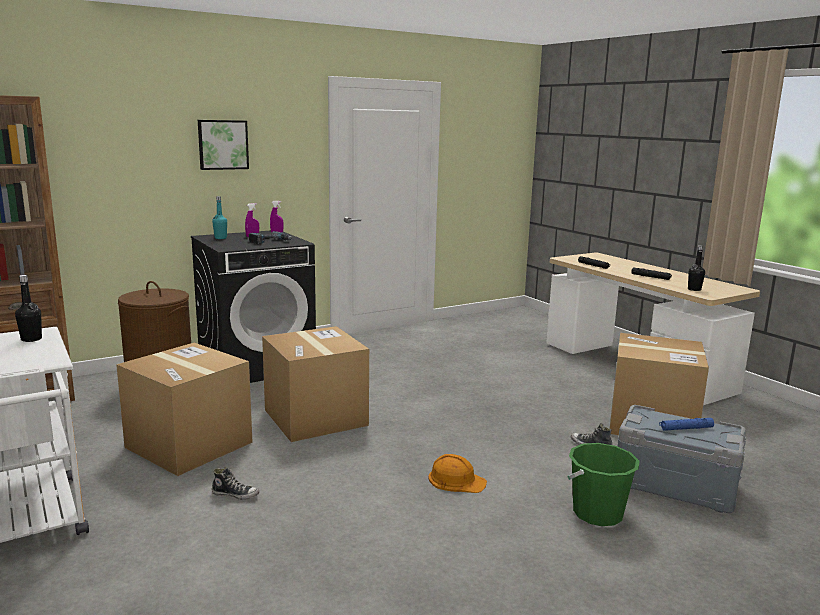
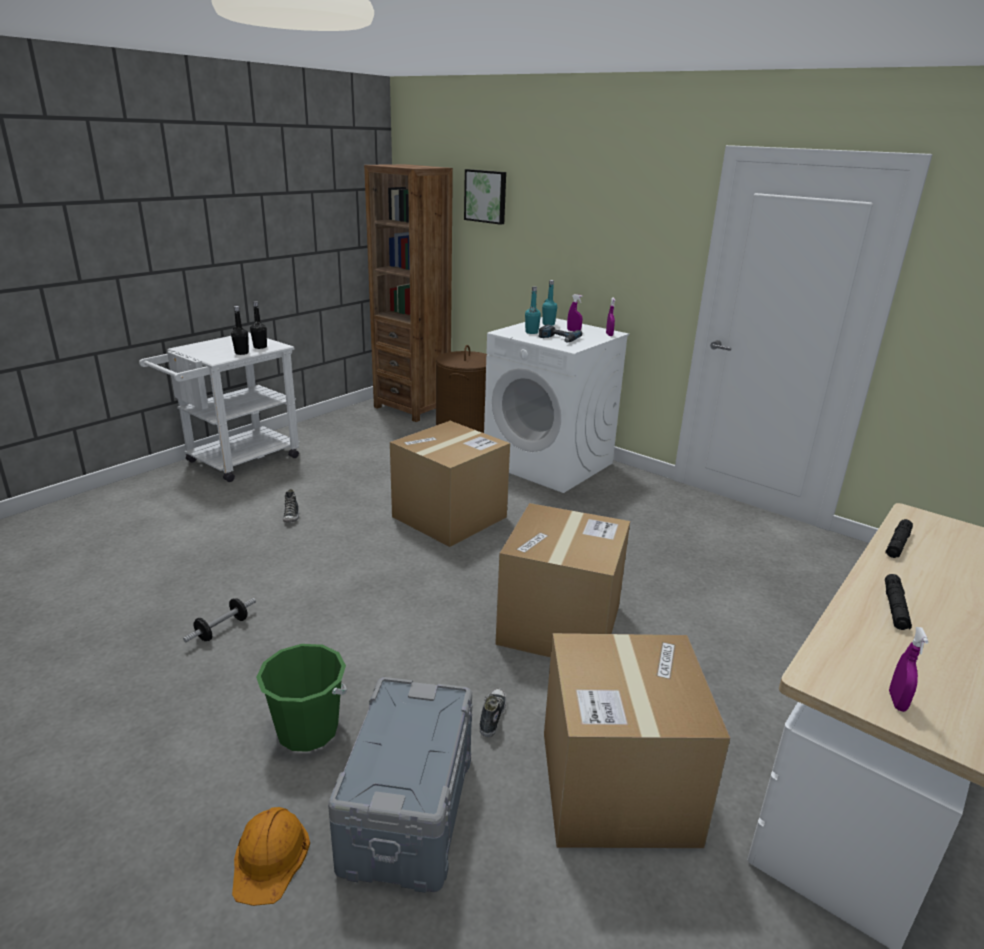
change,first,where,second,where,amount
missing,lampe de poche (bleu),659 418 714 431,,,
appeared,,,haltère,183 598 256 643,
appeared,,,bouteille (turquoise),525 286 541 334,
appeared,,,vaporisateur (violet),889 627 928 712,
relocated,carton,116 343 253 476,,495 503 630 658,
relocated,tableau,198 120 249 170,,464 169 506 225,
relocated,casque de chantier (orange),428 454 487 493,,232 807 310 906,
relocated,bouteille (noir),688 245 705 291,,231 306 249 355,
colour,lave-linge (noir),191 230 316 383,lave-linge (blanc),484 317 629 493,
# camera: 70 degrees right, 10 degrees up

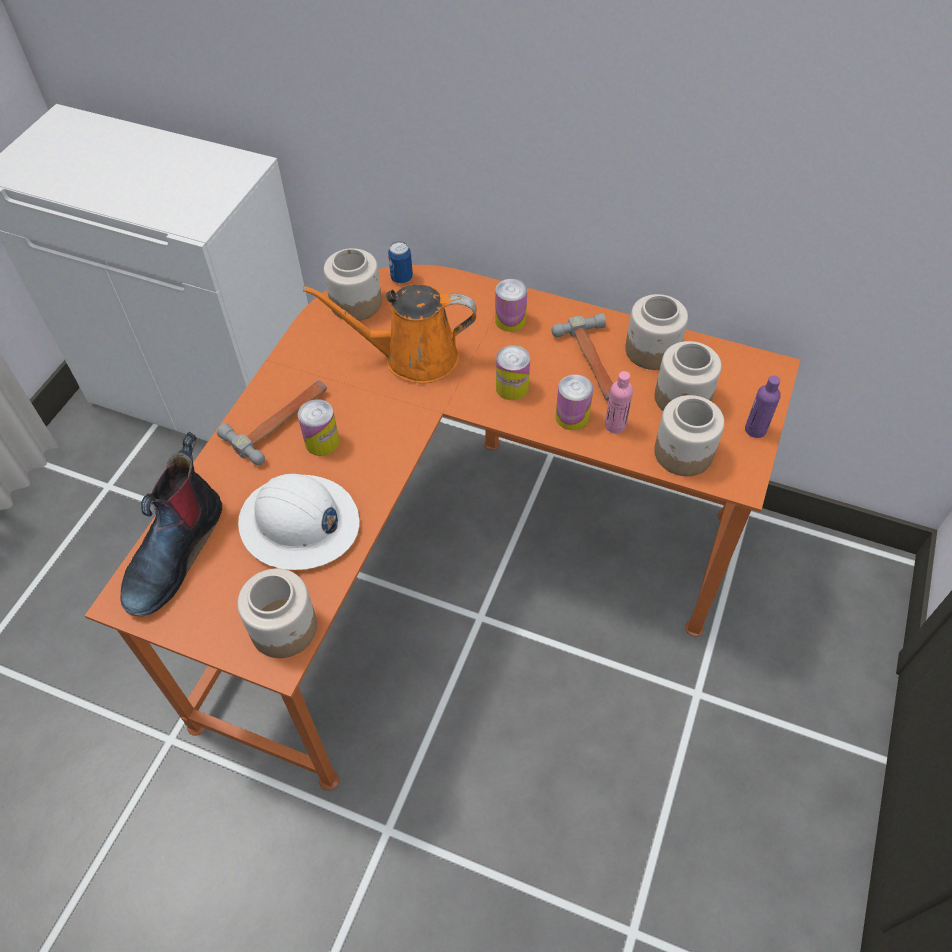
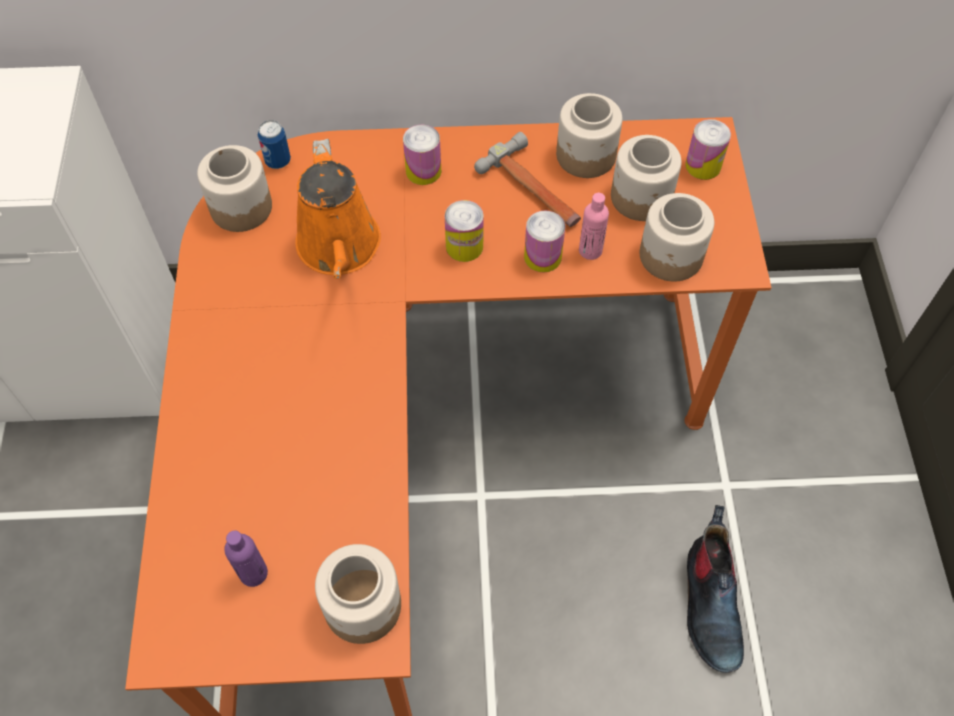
change,first,where,second,where,amount
missing,marteau,217 381 327 465,,,
missing,casque de chantier (blanc),238 474 360 570,,,
relocated,botte,120 432 222 616,,687 505 744 673,
relocated,boîte métallique,298 399 340 456,,685 119 731 180,
relocated,bouteille (violet),745 376 781 438,,225 530 268 587,
spun,arrosoir (orange),303 284 477 384,,295 139 381 279,75 degrees counterclockwise
# camera: 25 degrees left, 5 degrees up

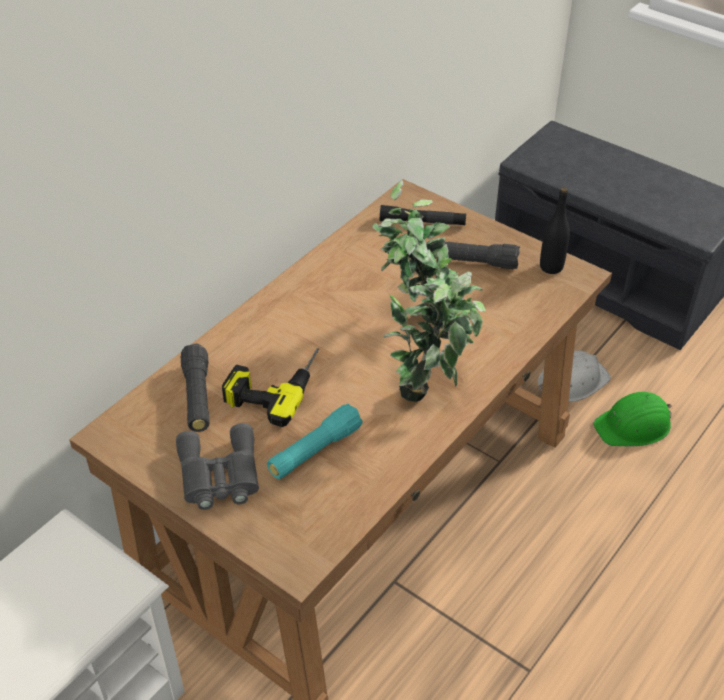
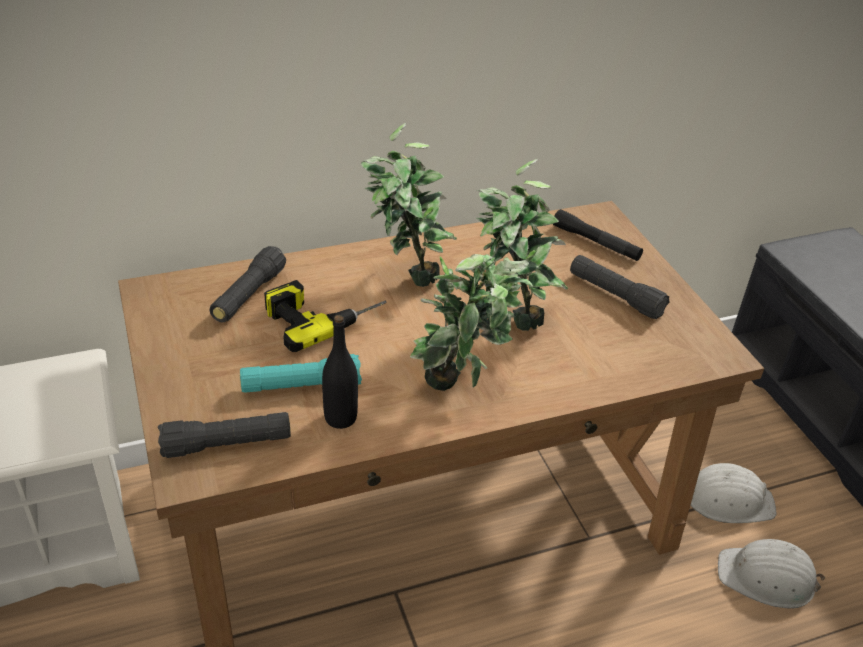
change,first,where,second,where,amount
missing,jumelles (gris),176 423 259 510,,,
appeared,,,lampe de poche (noir),158 412 291 458,
appeared,,,plante en pot,361 122 457 287,
relocated,bouteille (noir),540 187 570 274,,322 315 358 429,
colour,casque de chantier (vert),593 392 672 447,casque de chantier (blanc),718 539 825 608,
# camera: 30 degrees right, 5 degrees down

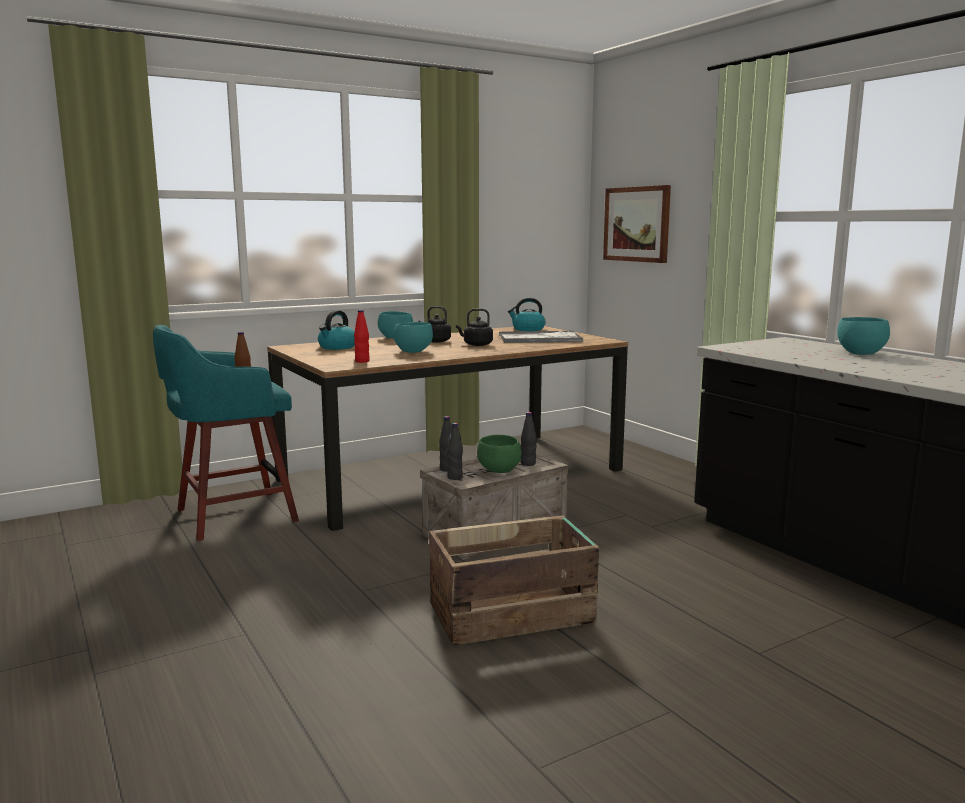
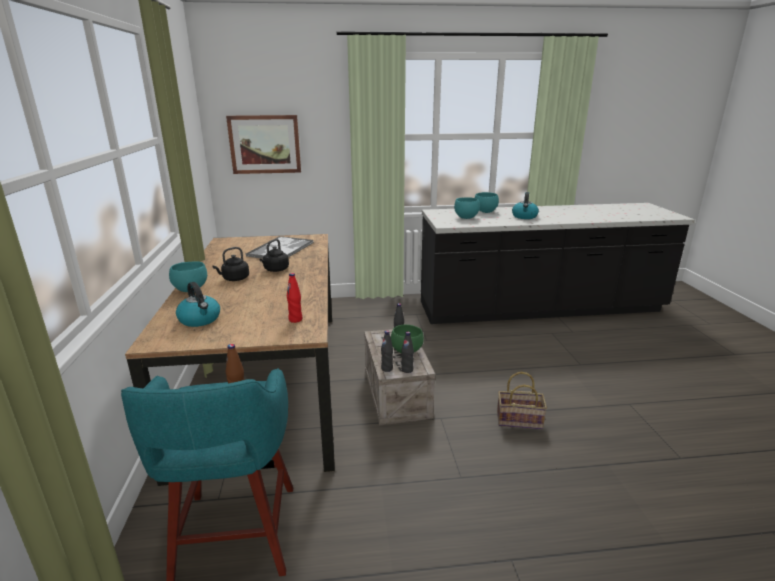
change,first,where,second,where,amount
relocated,bol (turquoise),393 322 433 353,,454 197 480 219,
relocated,bouilloire,508 298 546 331,,512 192 539 219,
exchanged,caisse,429 515 599 646,panier,497 372 547 429,
# camera: 65 degrees left, 10 degrees up

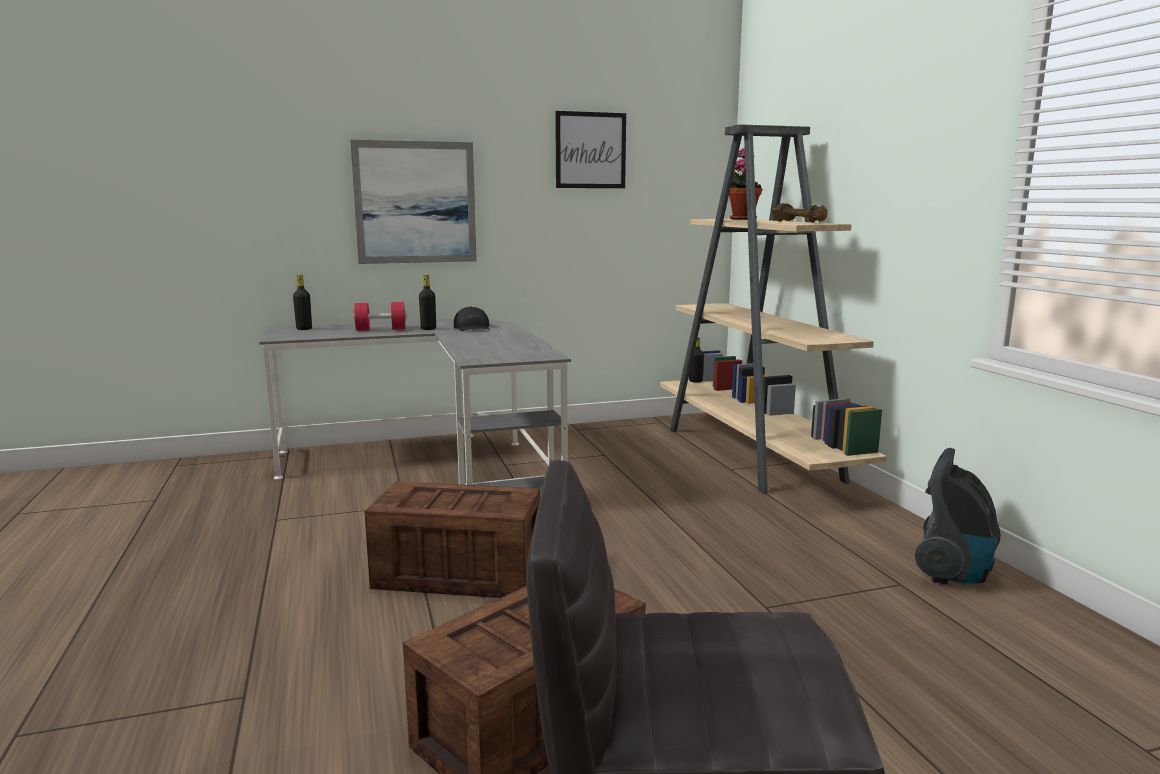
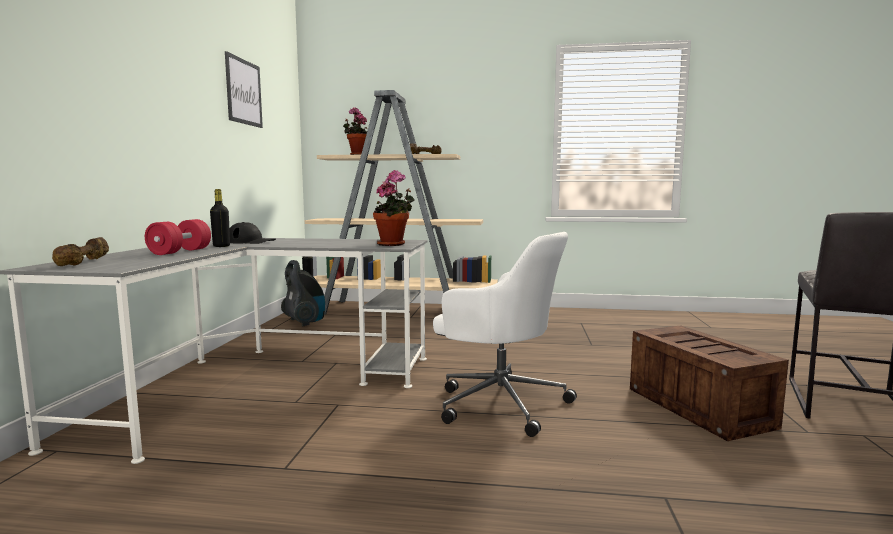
change,first,where,second,where,amount
missing,tableau,350 140 477 264,,,
appeared,,,plante en pot,373 170 415 246,
relocated,aspirateur,915 448 1001 584,,281 260 325 326,
exchanged,bouteille (noir),293 274 312 330,haltère (marron),52 237 109 266,
exchanged,caisse,364 481 540 598,chaise de bureau (blanc),433 232 577 437,
# camera: 65 degrees left, 5 degrees down

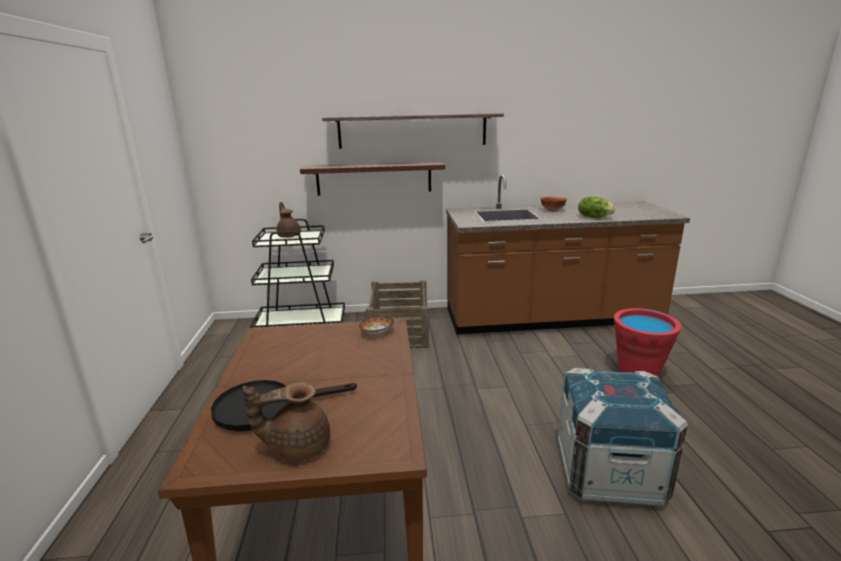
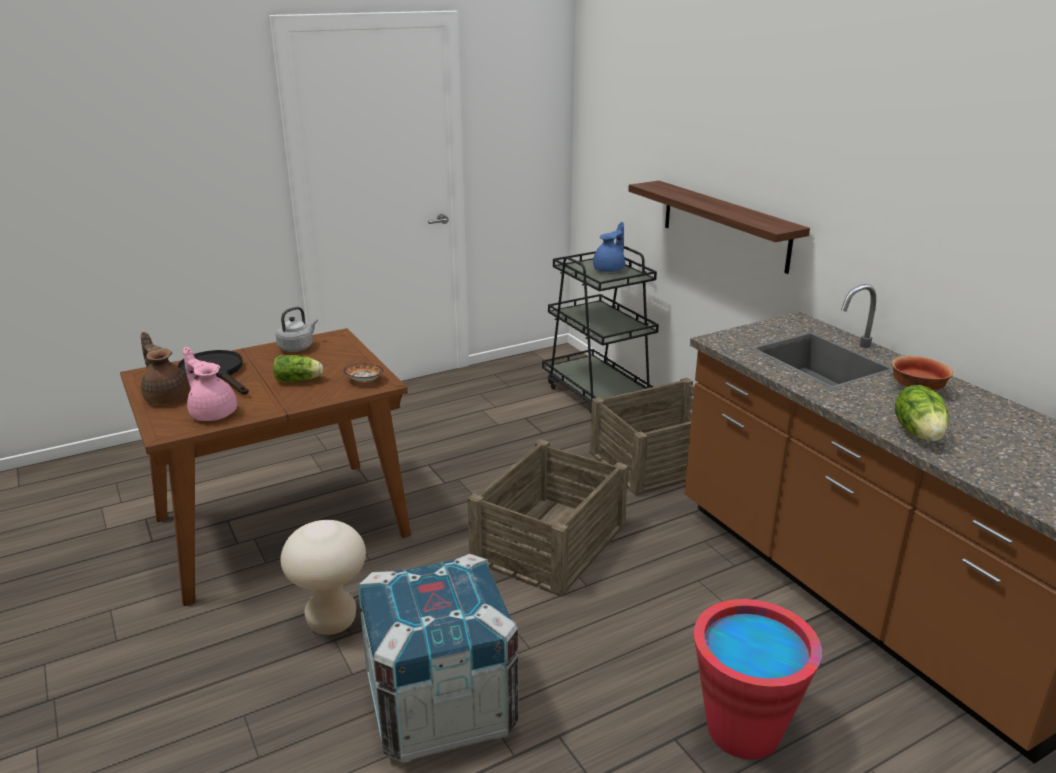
change,first,where,second,where,amount
missing,étagère,322 113 504 149,,,
appeared,,,théière (rose),183 347 237 421,
appeared,,,laitue,273 355 323 382,
appeared,,,bouilloire (gris),276 307 318 352,
appeared,,,tabouret (beige),280 520 366 635,
appeared,,,caisse,467 439 628 597,
colour,théière (marron),277 202 301 238,théière (bleu),593 222 625 272,
# camera: 65 degrees right, 5 degrees up

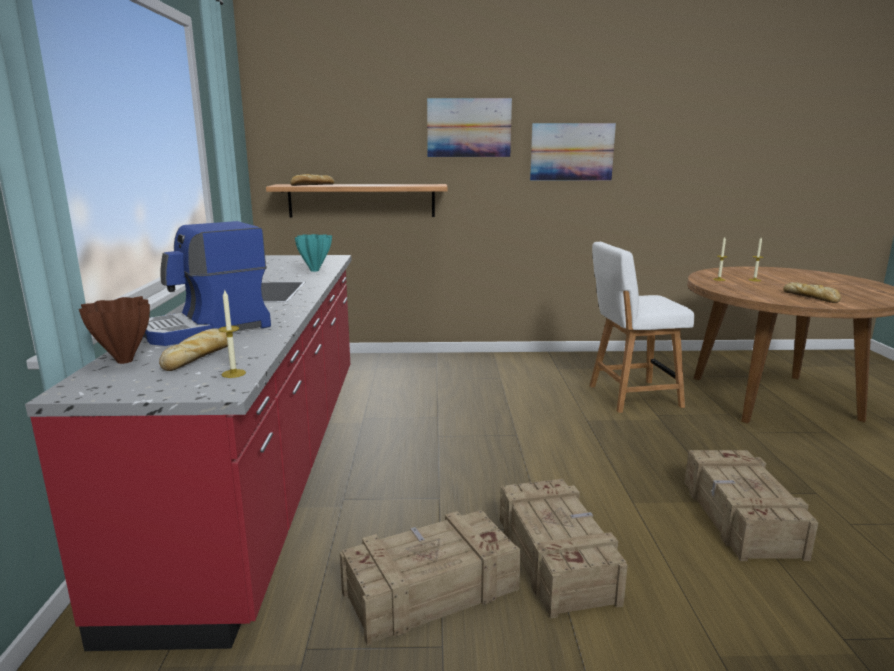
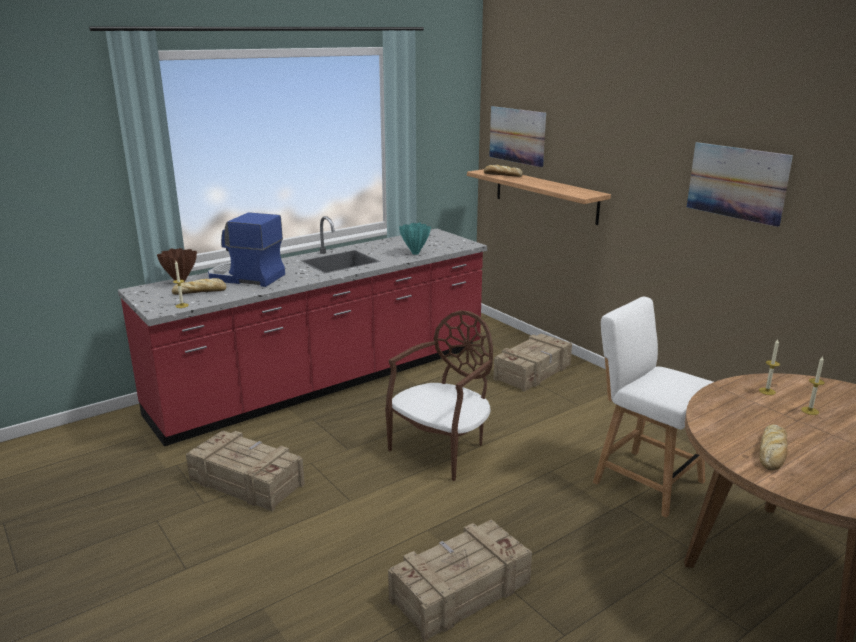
change,first,where,second,where,amount
appeared,,,chaise (marron),385 310 493 481,
relocated,tableau,427 98 512 157,,489 106 546 167,
relocated,caisse,500 479 628 619,,493 334 572 392,
# camera: 55 degrees right, 5 degrees up

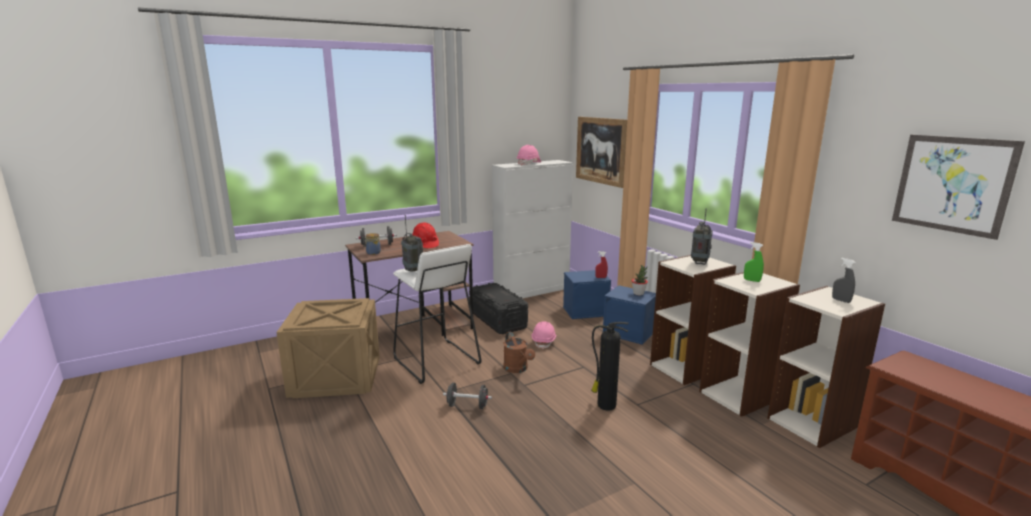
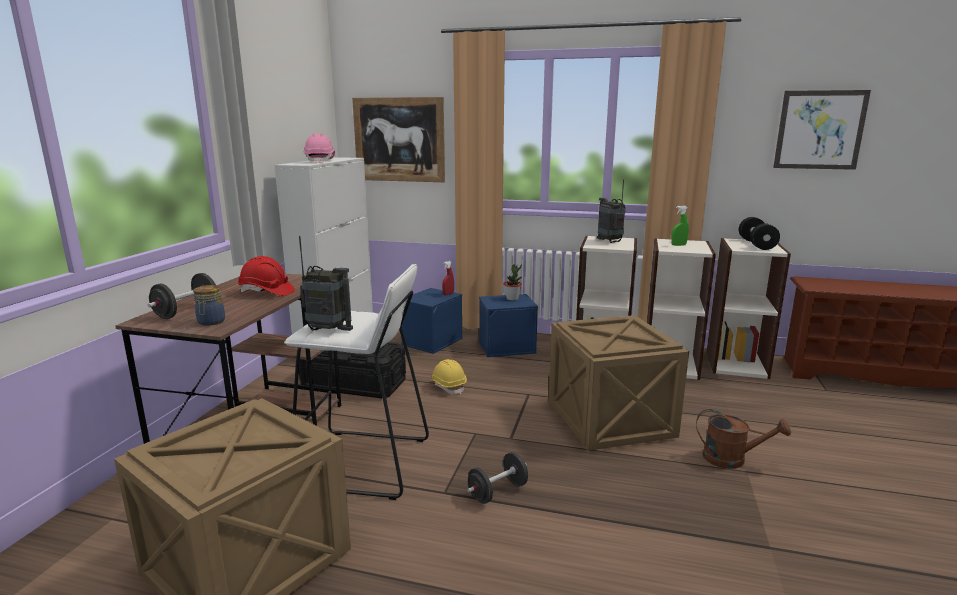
change,first,where,second,where,amount
relocated,arrosoir (marron),504 331 535 373,,696 409 791 469,
exchanged,extincteur,591 321 629 411,caisse,549 315 689 451,
exchanged,vaporisateur (gris),832 258 856 303,haltère (noir),738 217 780 250,
colour,casque de chantier (rose),532 321 556 349,casque de chantier (jaune),431 359 467 395,
# camera: 45 degrees left, 0 degrees up

